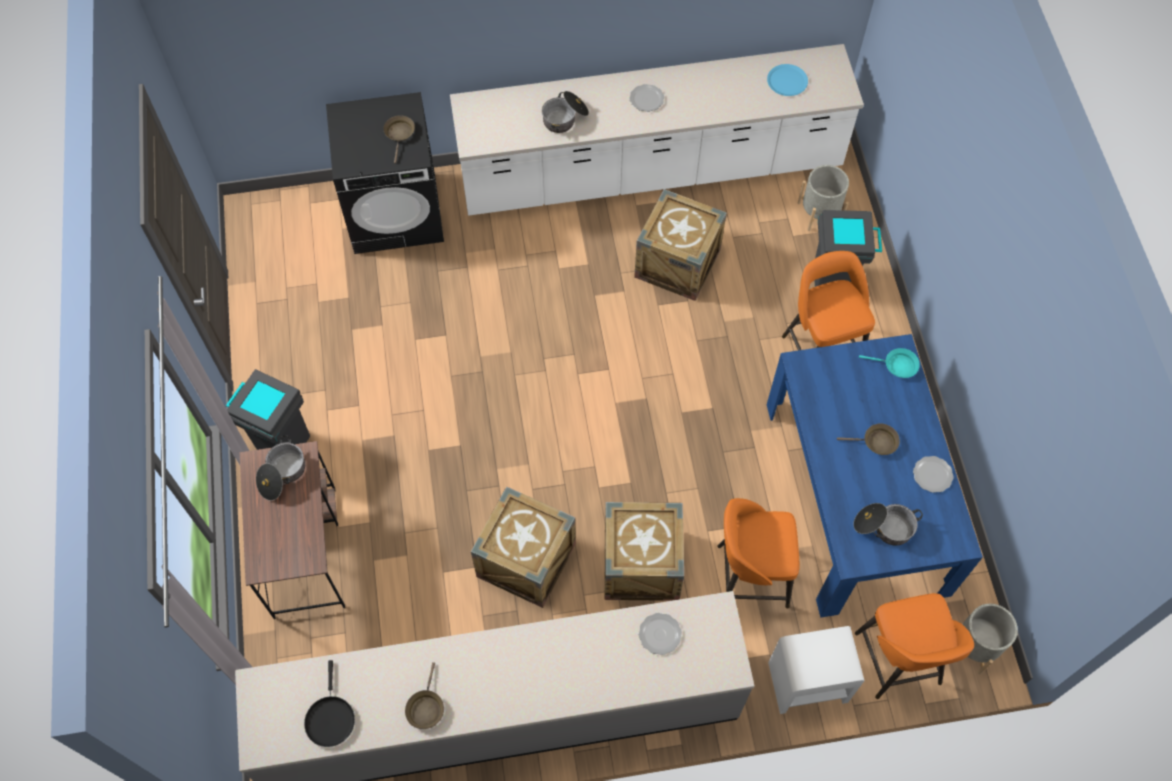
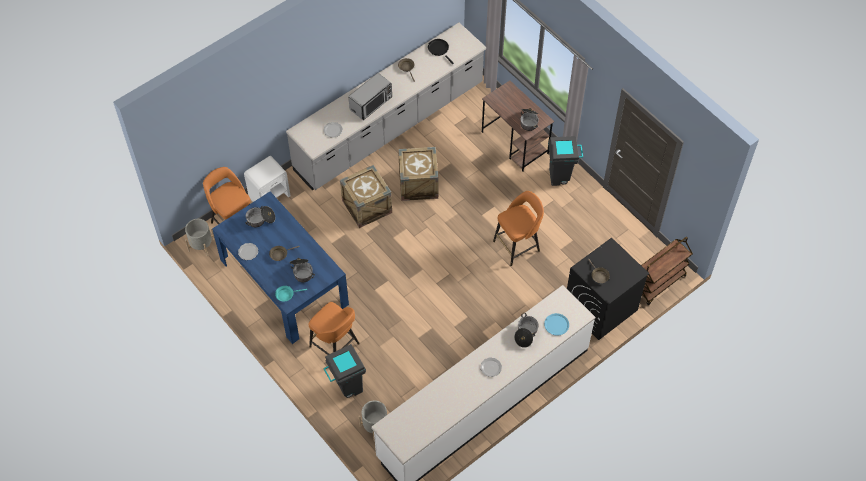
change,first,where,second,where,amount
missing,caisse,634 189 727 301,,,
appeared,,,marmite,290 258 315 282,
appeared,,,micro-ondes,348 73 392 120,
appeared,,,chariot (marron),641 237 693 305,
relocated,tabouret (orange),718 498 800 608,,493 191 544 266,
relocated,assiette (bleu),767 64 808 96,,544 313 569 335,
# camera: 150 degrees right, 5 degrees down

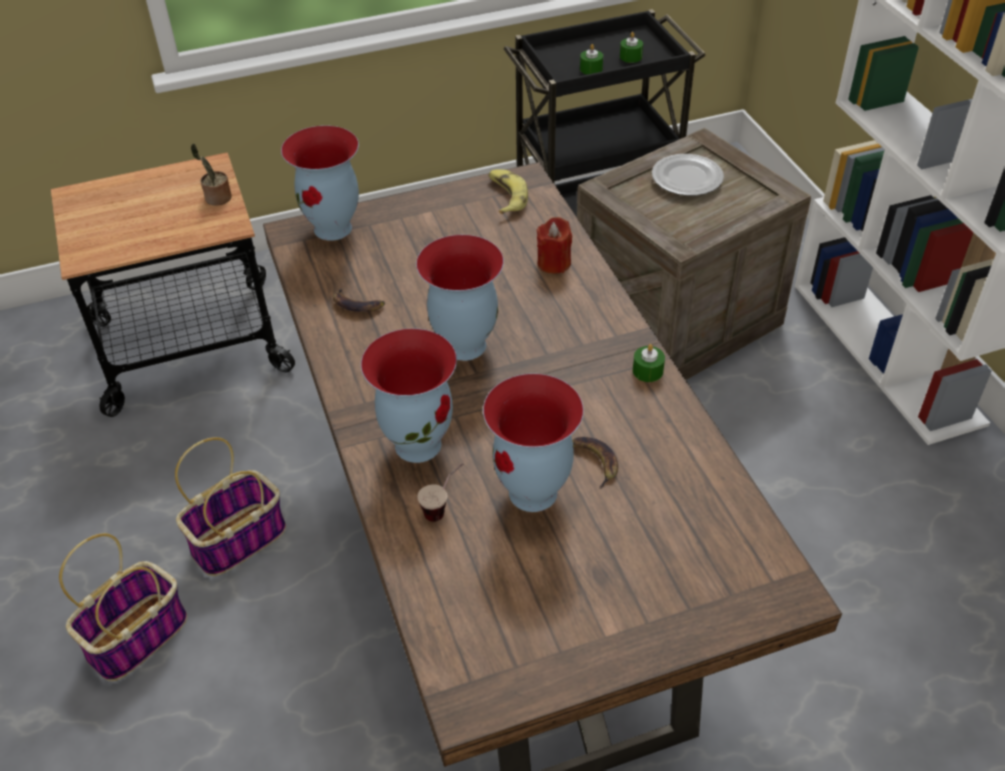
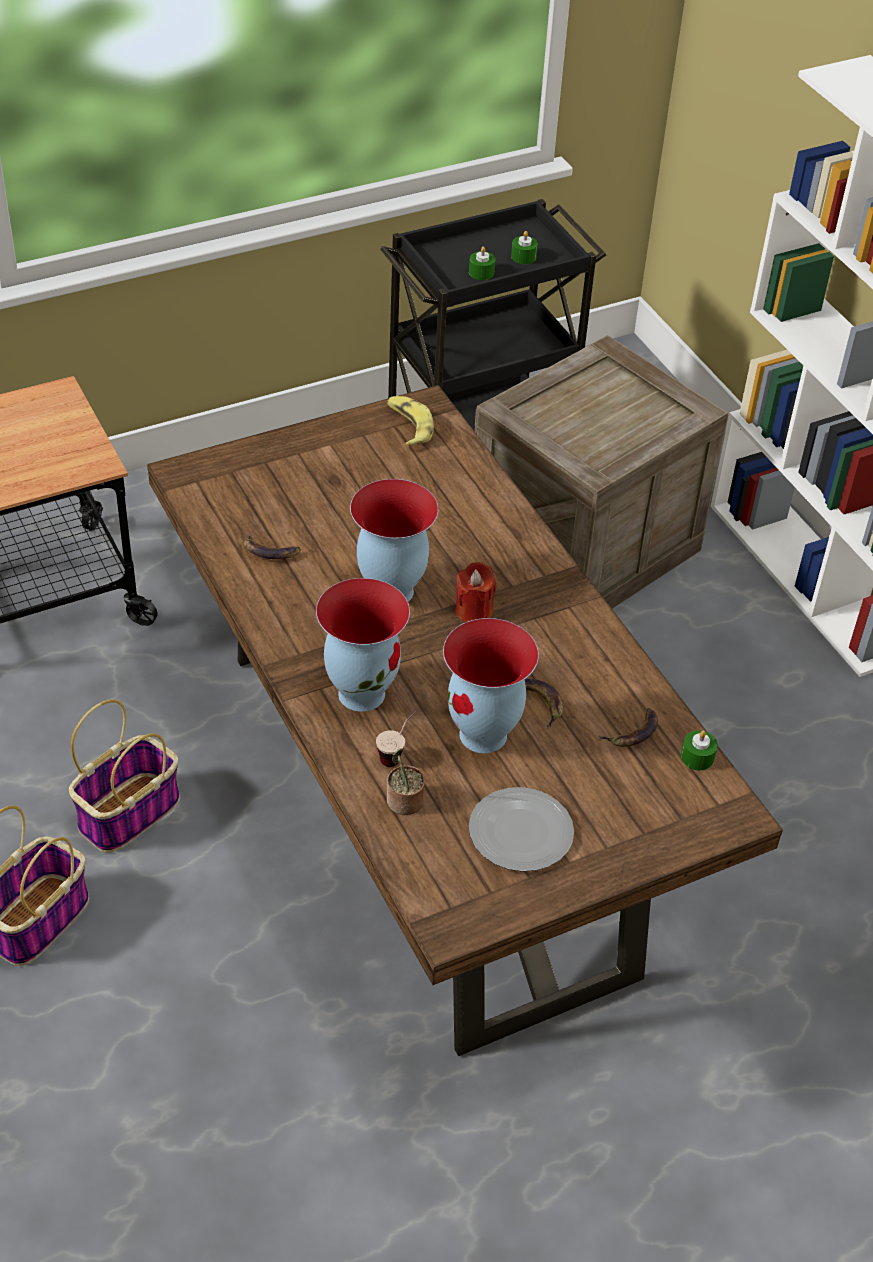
change,first,where,second,where,amount
missing,vase,281 126 359 241,,,
appeared,,,banane,599 708 658 747,
relocated,plante en pot,191 143 232 206,,387 748 425 815,
relocated,bougie (rouge),537 217 572 274,,455 562 496 622,
relocated,bougie (vert),633 344 665 382,,681 730 718 770,
relocated,assiette,652 154 724 196,,469 787 574 872,
# camera: 10 degrees left, 0 degrees up

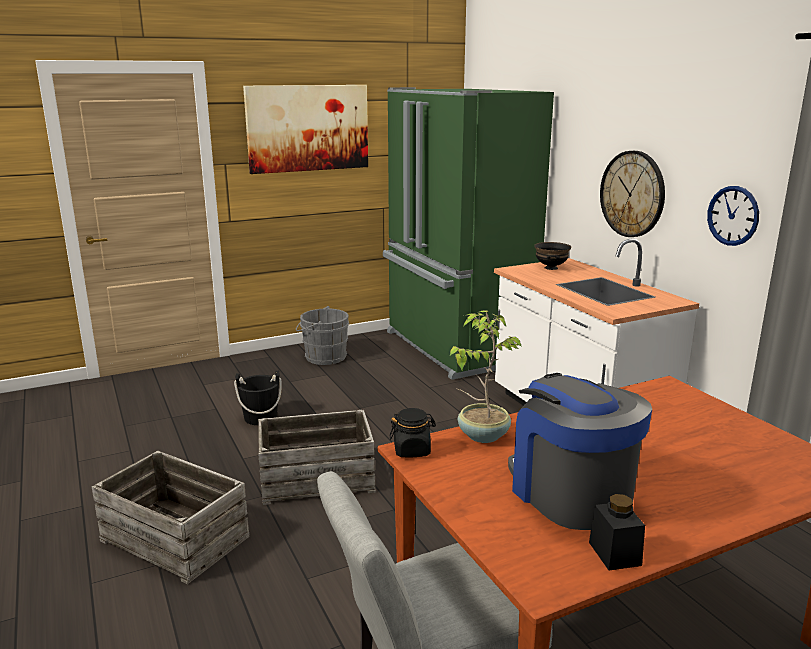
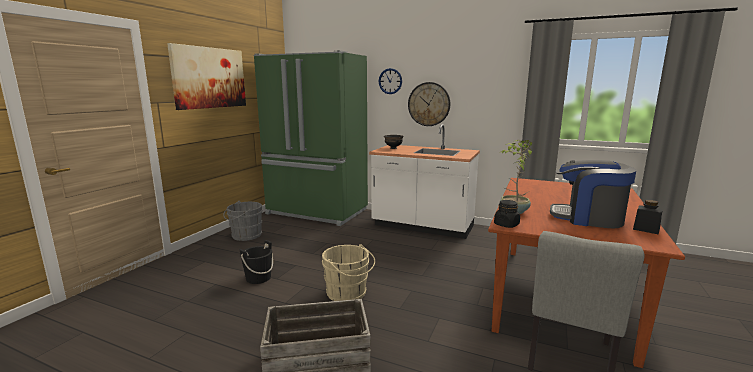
change,first,where,second,where,amount
relocated,horloge murale,707 186 759 246,,379 68 402 94,
exchanged,caisse,258 410 376 505,seau (beige),322 244 375 301,
# camera: 40 degrees left, 5 degrees down

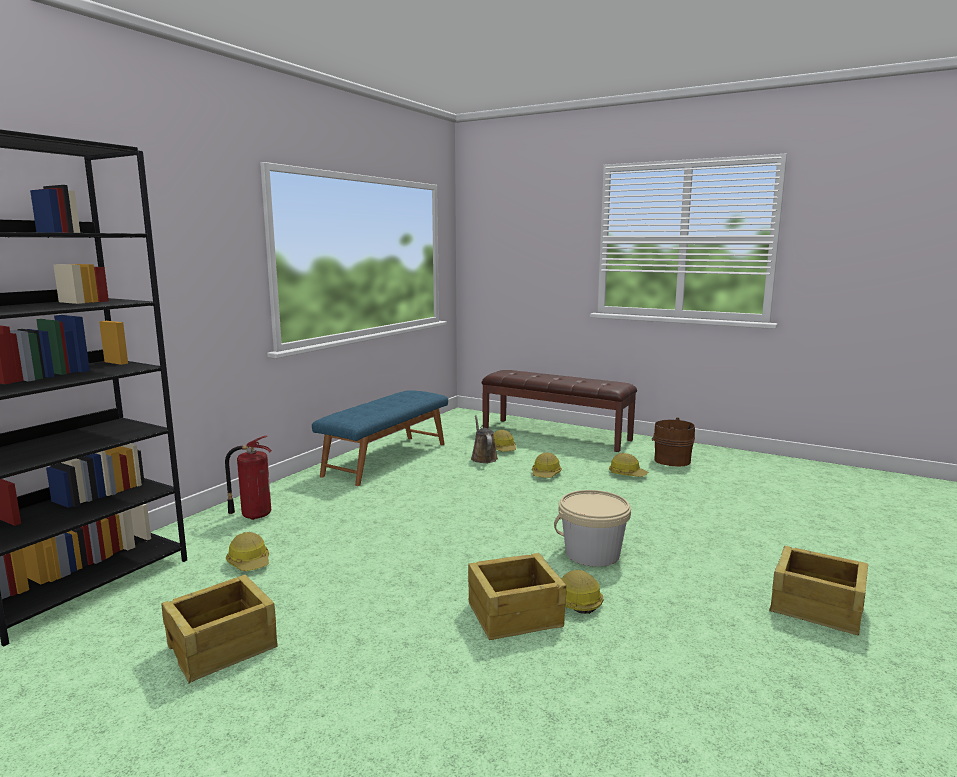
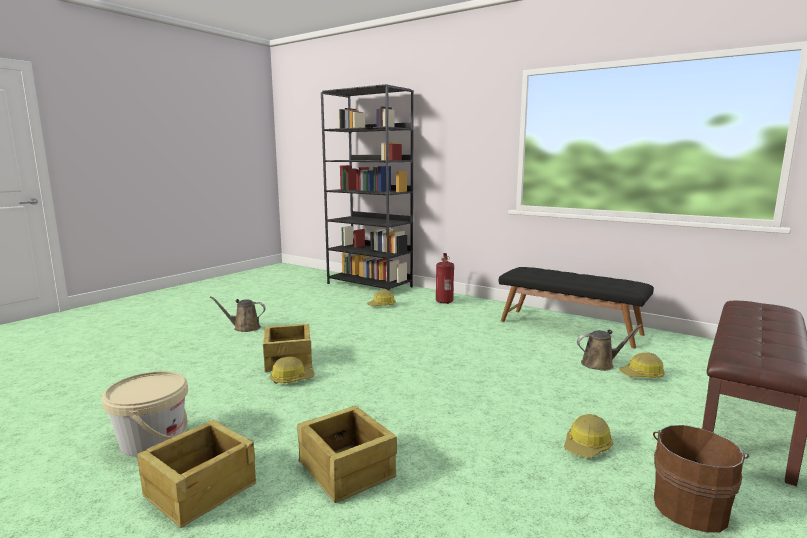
change,first,where,second,where,amount
missing,casque de chantier,532 452 562 478,,,
appeared,,,arrosoir (marron),210 296 266 332,
relocated,caisse,161 575 278 684,,297 406 397 503,
relocated,seau (beige),554 490 631 567,,102 371 188 457,
colour,banc (bleu),312 390 448 486,banc (noir),499 267 654 348,
# camera: 95 degrees right, 0 degrees up

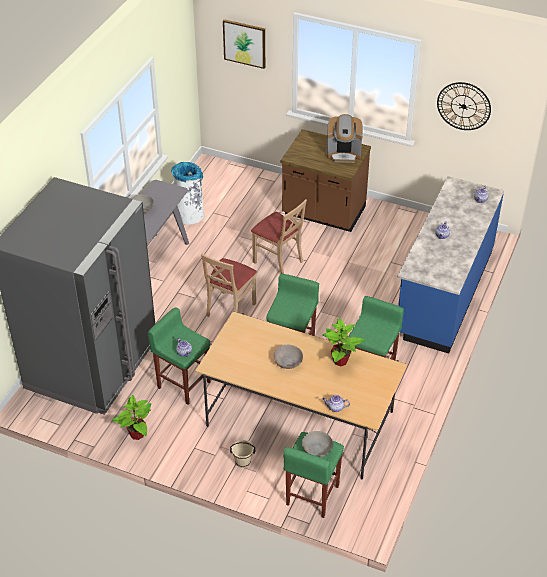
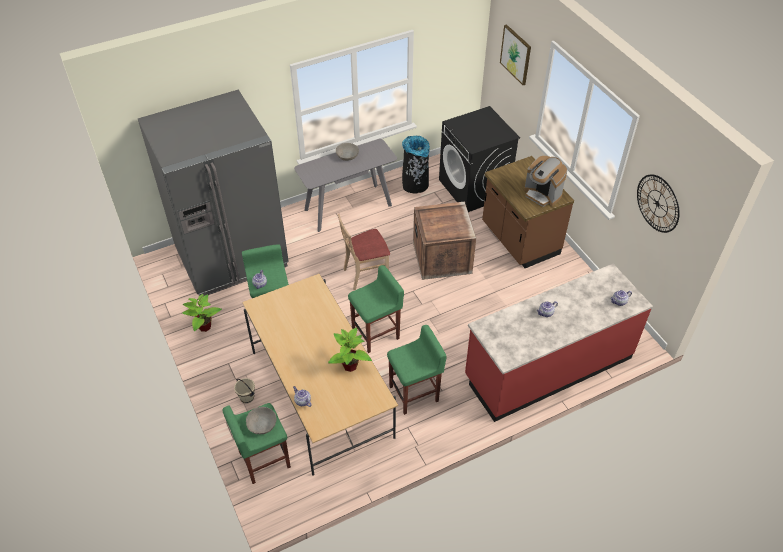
change,first,where,second,where,amount
missing,bol (gris),274 345 303 369,,,
appeared,,,lave-linge (noir),439 106 520 212,
exchanged,chaise (beige),251 199 307 274,caisse,413 202 476 280,
colour,poubelle (blanc),171 162 205 225,poubelle (noir),402 136 430 194,
colour,comptoir de cuisine (bleu),397 176 504 354,comptoir de cuisine (rouge),465 264 653 422,
# camera: 40 degrees right, 5 degrees up

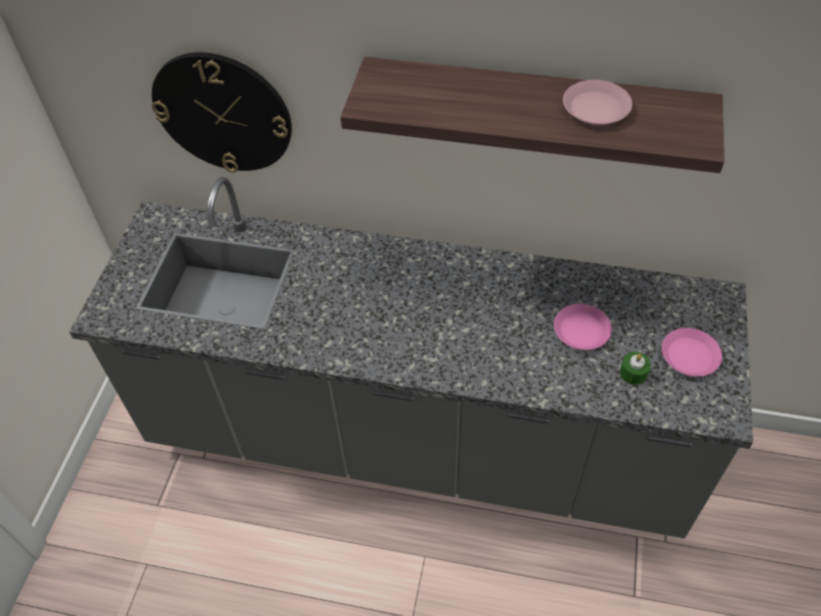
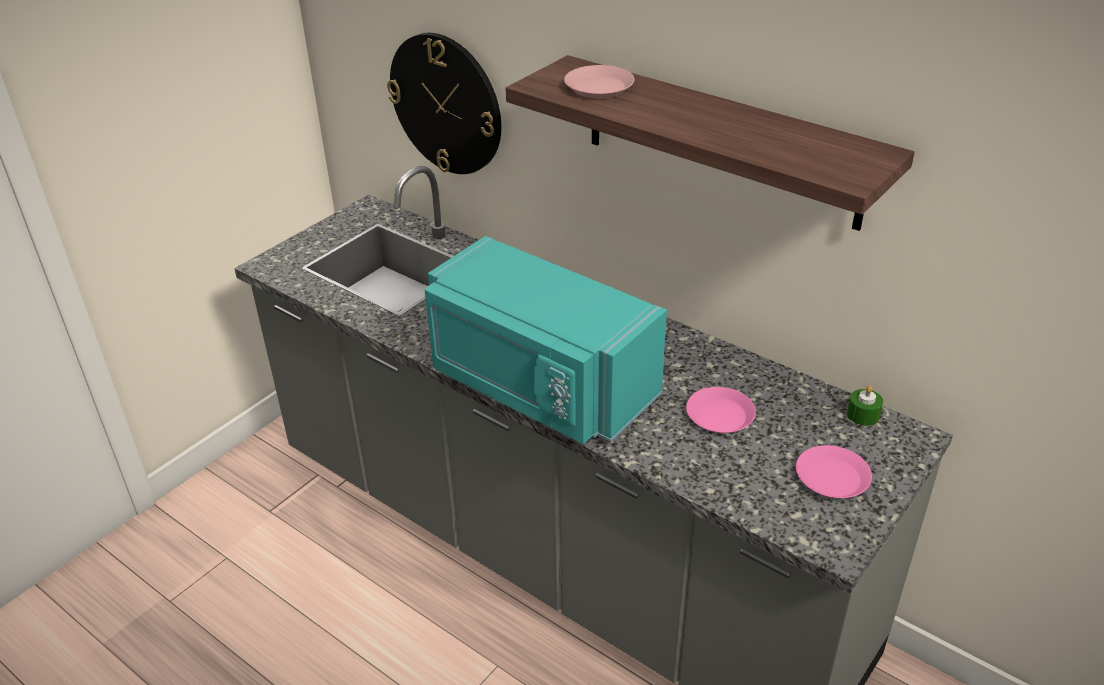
change,first,where,second,where,amount
appeared,,,micro-ondes (turquoise),424 236 667 444,
relocated,assiette (rose),563 80 632 125,,564 65 634 99,
relocated,bougie (vert),620 352 651 385,,847 385 883 426,
# camera: 25 degrees right, 15 degrees down

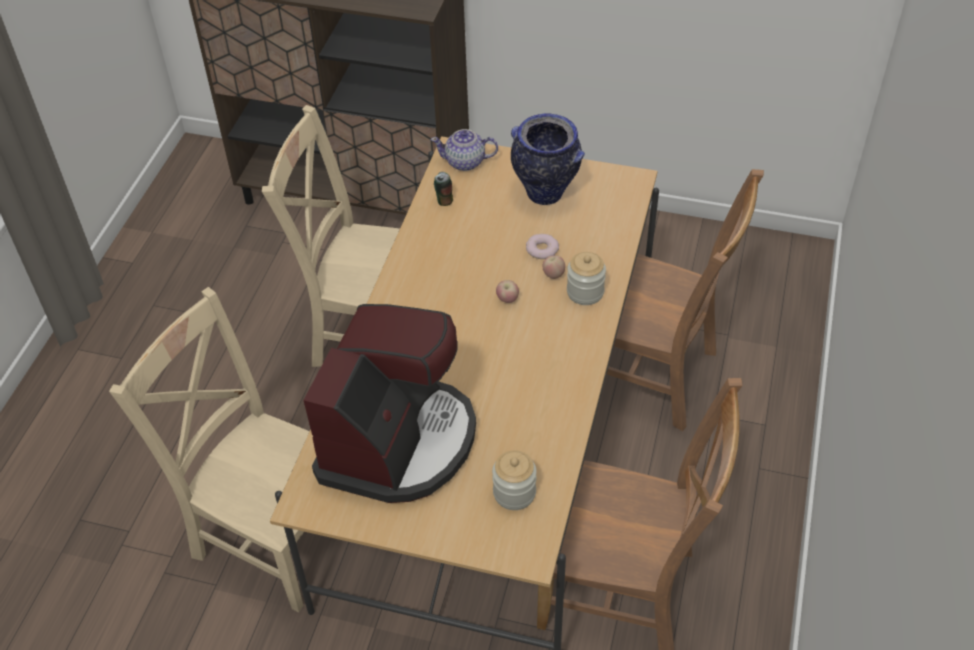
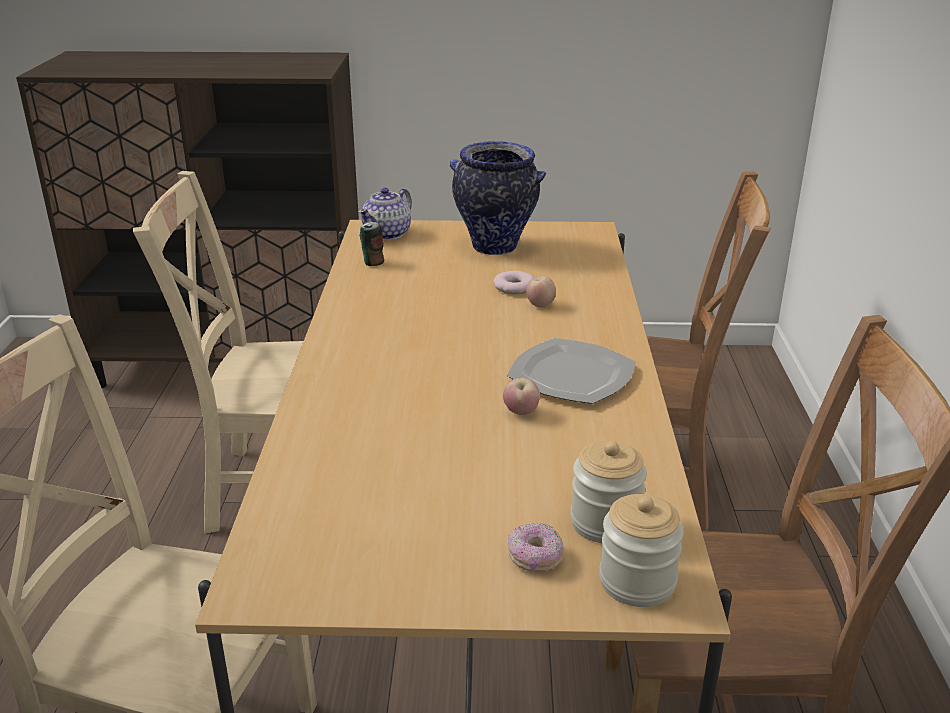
change,first,where,second,where,amount
missing,machine à café,303 304 476 503,,,
appeared,,,assiette,507 338 636 404,
appeared,,,beignet,508 523 564 572,
relocated,pomme,496 280 519 303,,503 378 540 415,
relocated,bocal,567 252 606 305,,599 494 684 607,
spun,théière,431 129 498 171,,358 188 412 240,45 degrees counterclockwise
# camera: 15 degrees left, 20 degrees down

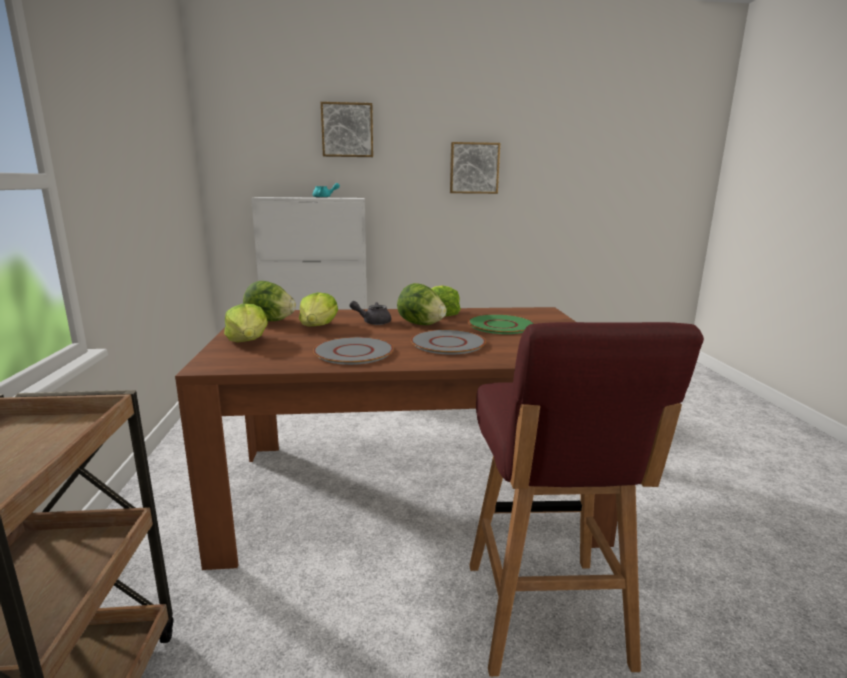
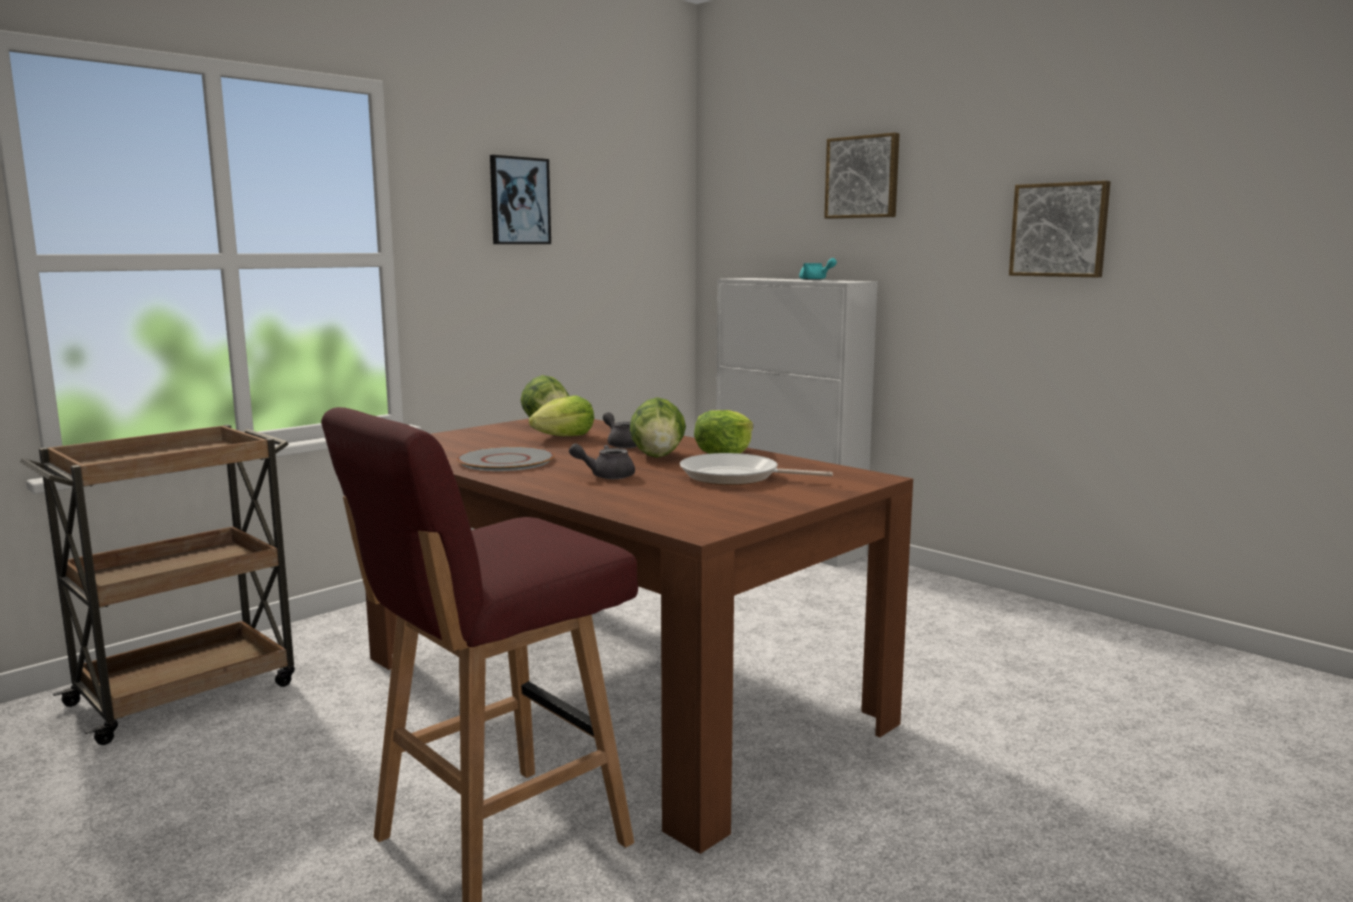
change,first,where,second,where,amount
missing,laitue,224 304 268 342,,,
appeared,,,tableau,490 155 551 244,
exchanged,assiette (gris),411 330 486 355,théière (gris),569 443 635 479,
exchanged,assiette (vert),468 314 535 334,poêle,680 453 833 485,
# camera: 50 degrees right, 5 degrees down

